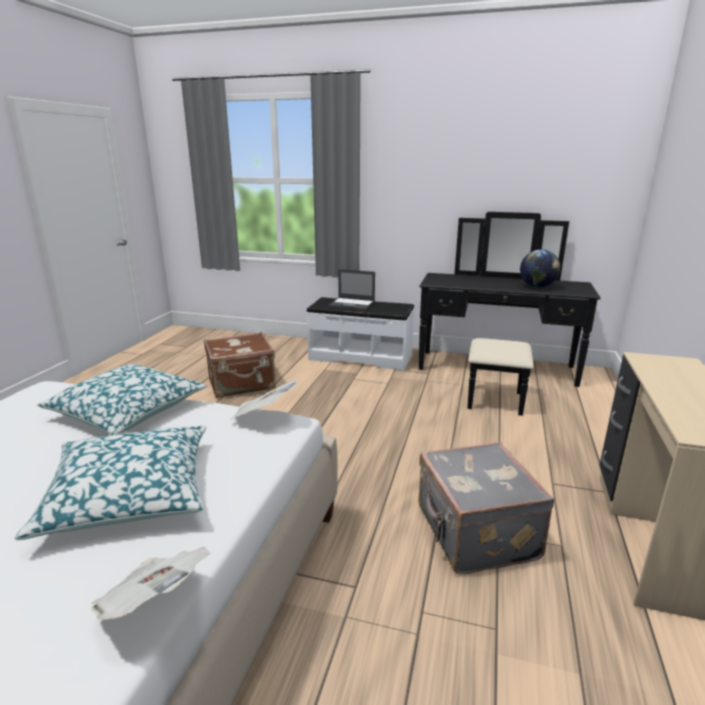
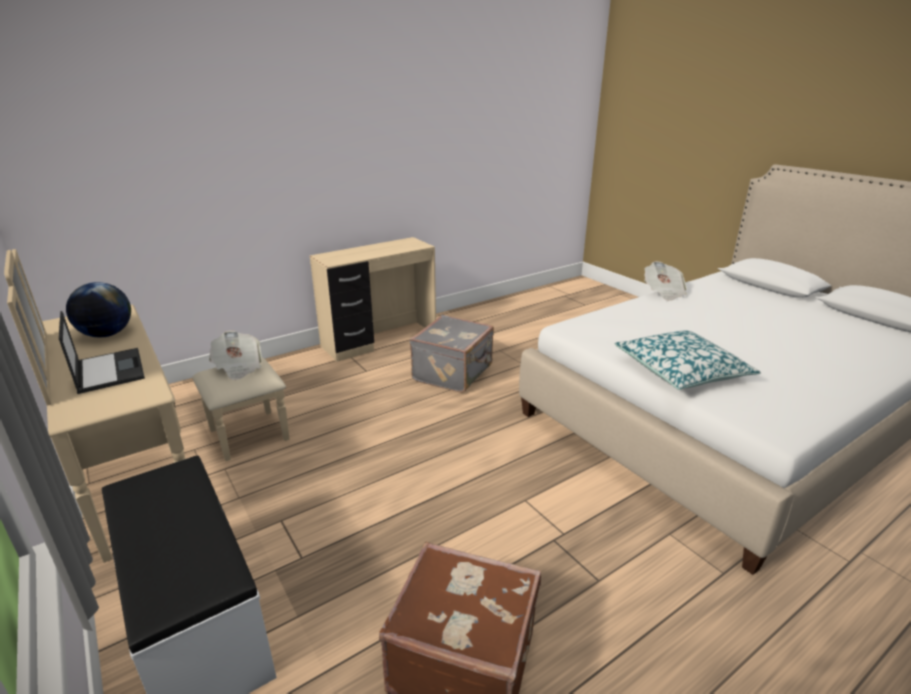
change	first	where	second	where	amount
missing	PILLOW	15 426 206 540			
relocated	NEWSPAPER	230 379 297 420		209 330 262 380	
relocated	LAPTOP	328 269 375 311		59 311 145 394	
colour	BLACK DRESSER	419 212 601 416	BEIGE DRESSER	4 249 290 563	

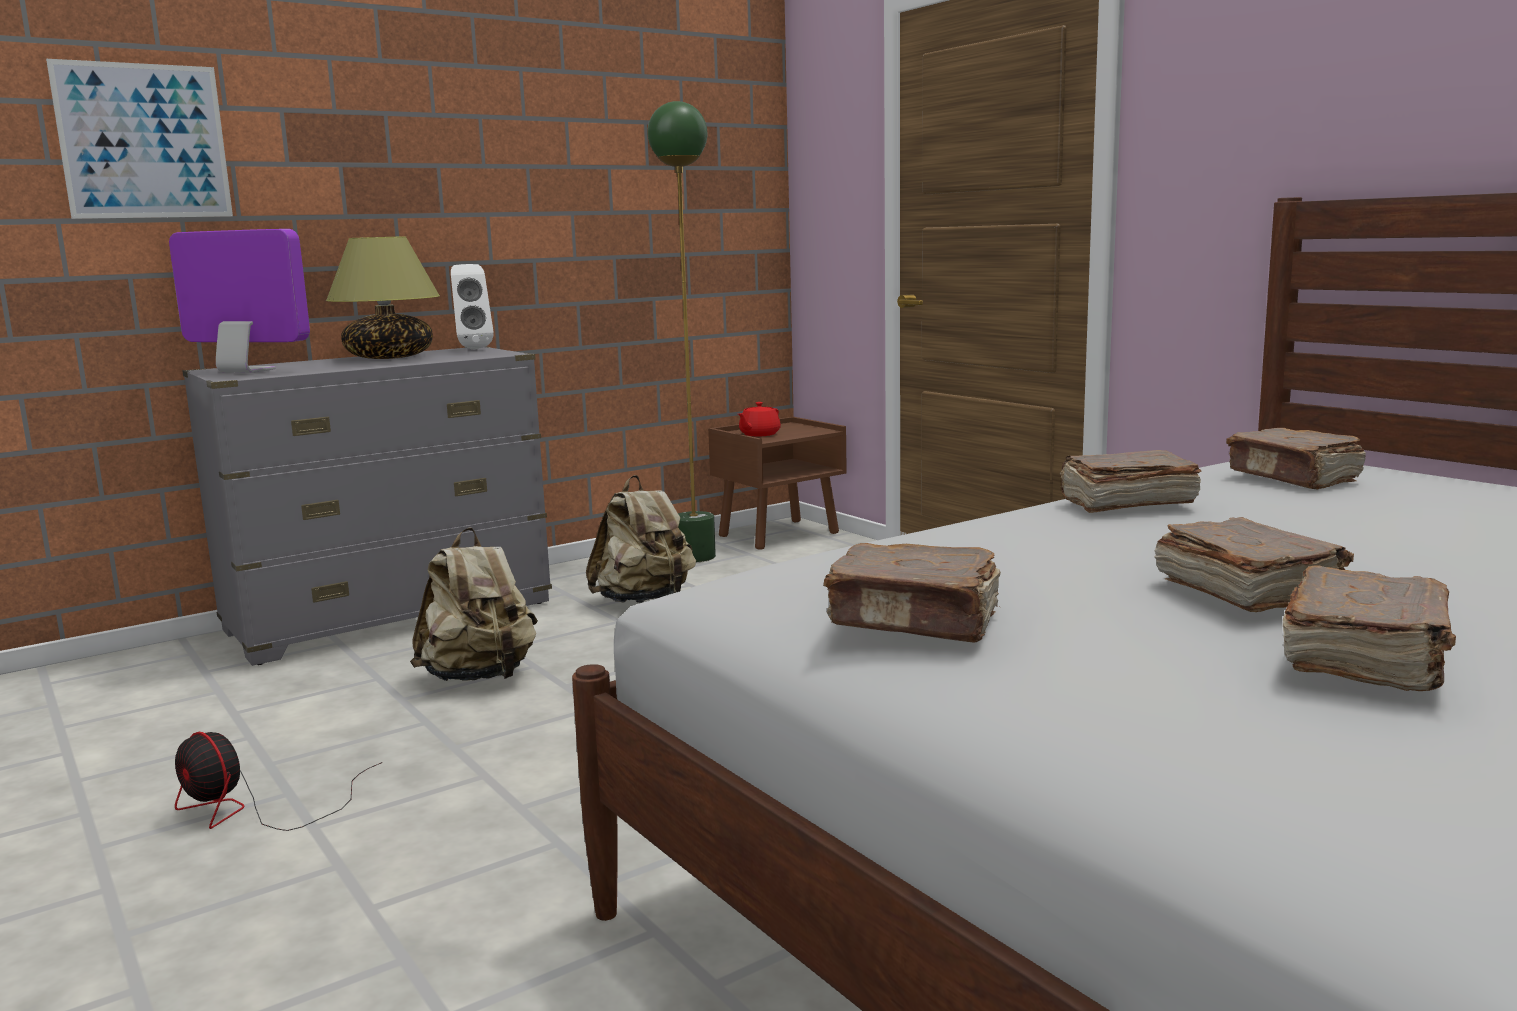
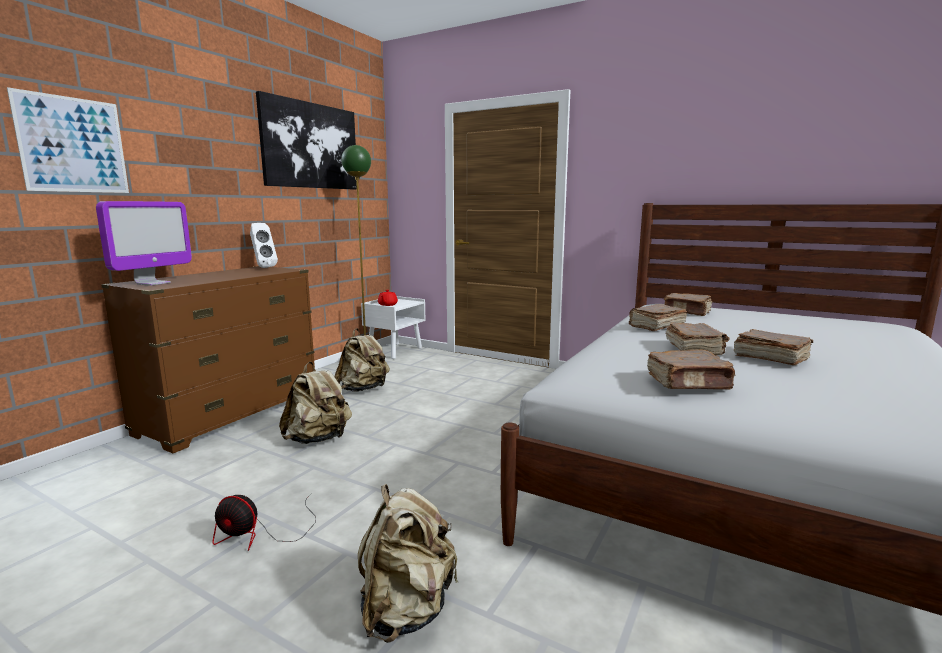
change	first	where	second	where	amount
spun	MONITOR	169 229 310 373		96 201 192 286	120 degrees clockwise
colour	GREY DRESSER	182 346 552 666	BROWN DRESSER	101 266 315 453	
missing	TABLE LAMP	326 236 440 359			
colour	BROWN NIGHTSTAND	708 417 847 550	WHITE NIGHTSTAND	361 296 425 359	
relocated	BROWN BOOK	1283 565 1456 691		666 322 729 355	
appeared			PICTURE	256 91 357 190	
appeared			BEIGE BACKPACK	358 484 458 643	

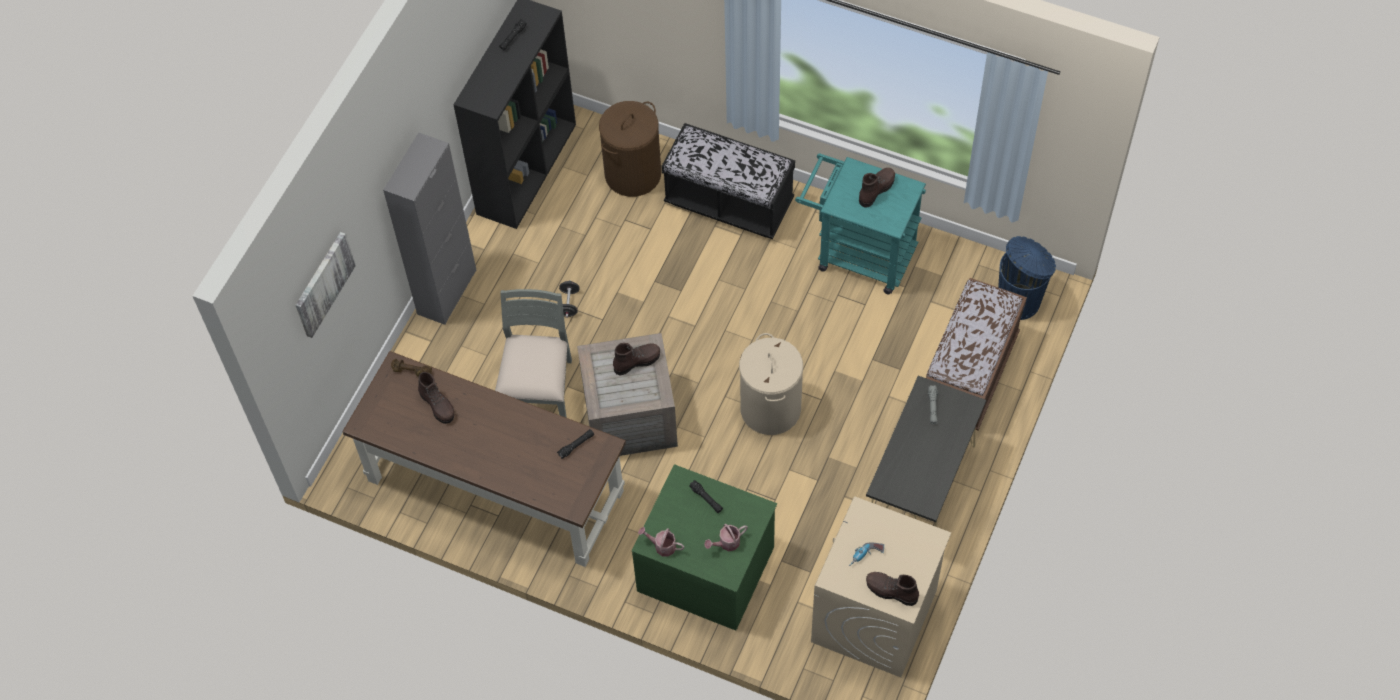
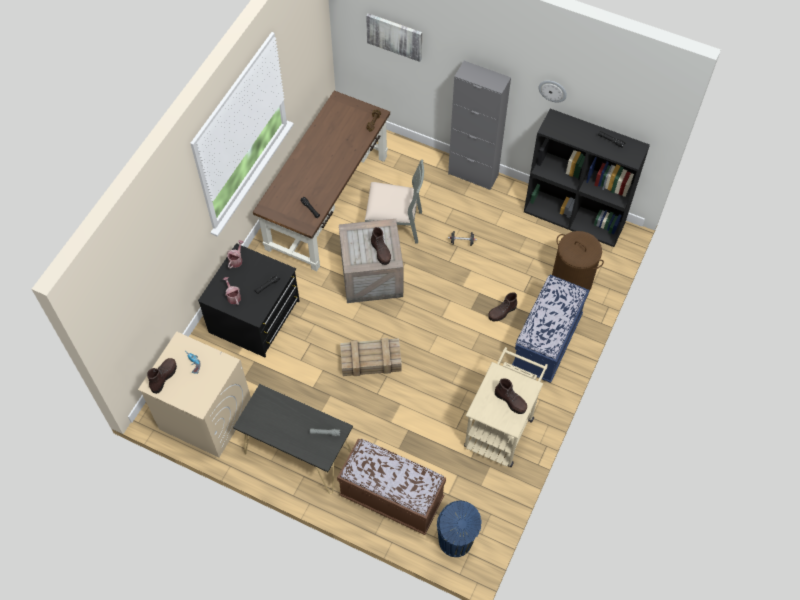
change	first	where	second	where	amount
relocated	BROWN BOOT	418 372 454 424		488 293 517 321	
colour	GREEN DRESSER	632 464 777 630	BLACK DRESSER	198 243 300 357	
colour	BLACK BENCH	661 123 795 239	BLUE BENCH	512 275 590 383	
exchanged	BEIGE LAUNDRY BASKET	739 333 803 435	CRATE	340 338 402 376	
colour	TURQUOISE CART	795 153 926 294	BEIGE CART	464 347 548 467	
appeared			WALL CLOCK	539 80 567 103	

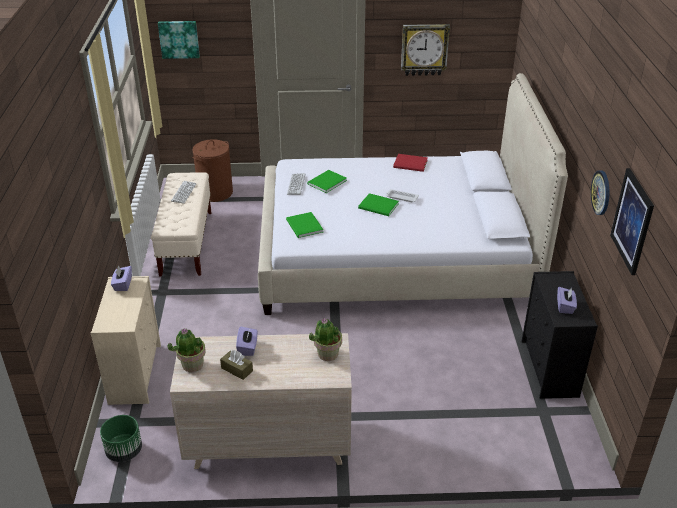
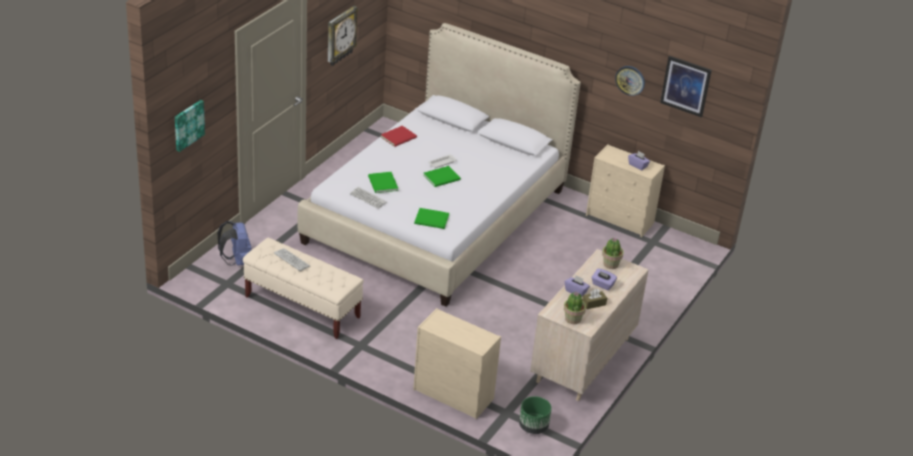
change	first	where	second	where	amount
relocated	PURPLE TISSUE BOX	111 265 132 291		591 269 617 290	
exchanged	BROWN LAUNDRY BASKET	192 139 233 202	BLUE BACKPACK	217 221 252 266	
colour	BLACK DRESSER	521 271 598 399	BEIGE DRESSER	586 144 665 237	

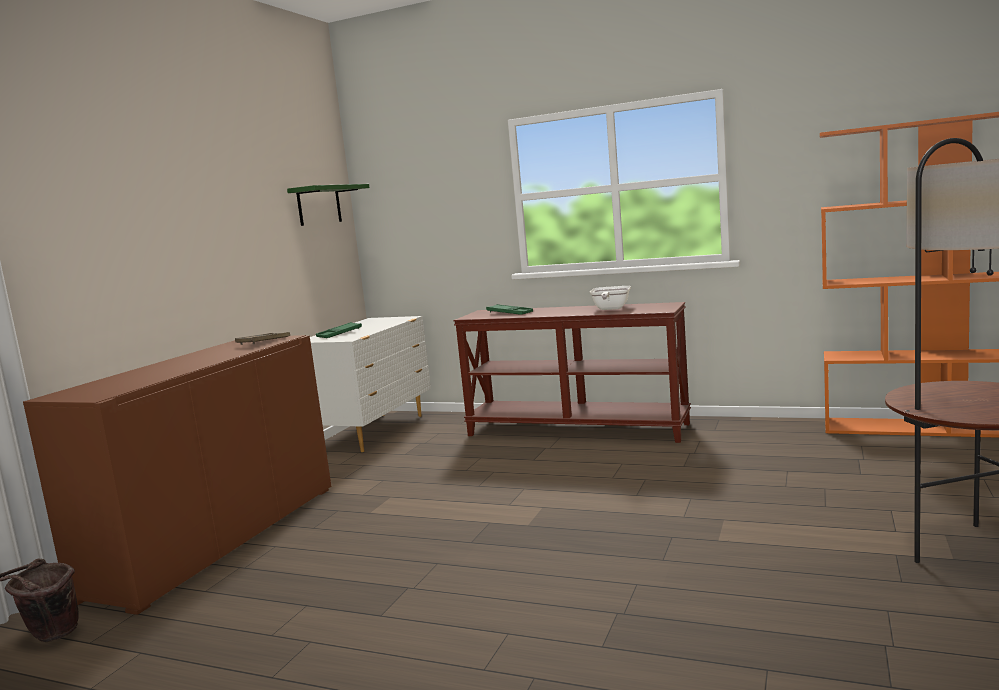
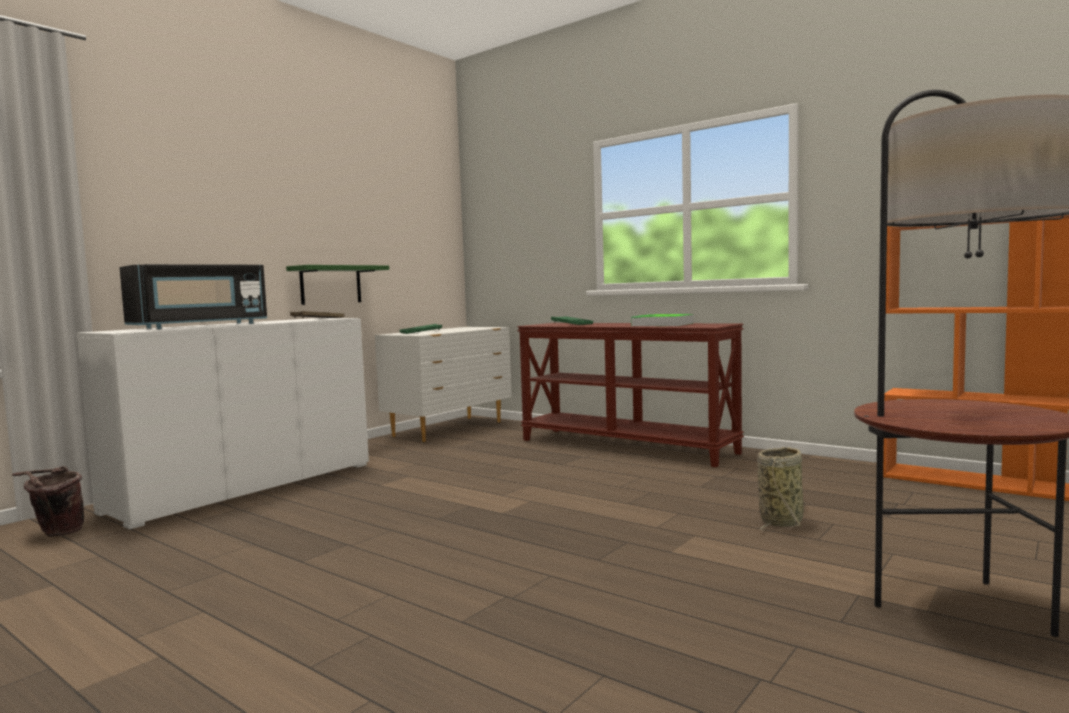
change	first	where	second	where	amount
colour	BROWN CABINET	23 335 331 615	WHITE CABINET	77 318 369 530	
relocated	GREEN SHELF	287 184 370 226		286 265 389 305	
exchanged	FRYING PAN	590 286 631 310	TRAY	631 314 694 326	
appeared			BLACK MICROWAVE	120 264 267 329	
appeared			BASKET	757 447 804 531	

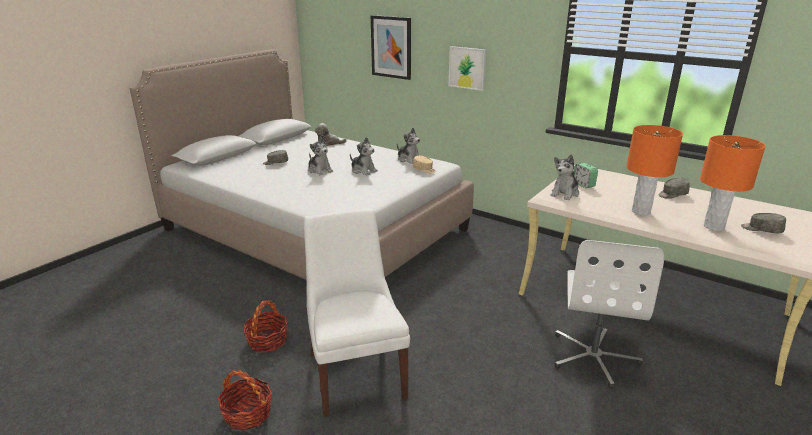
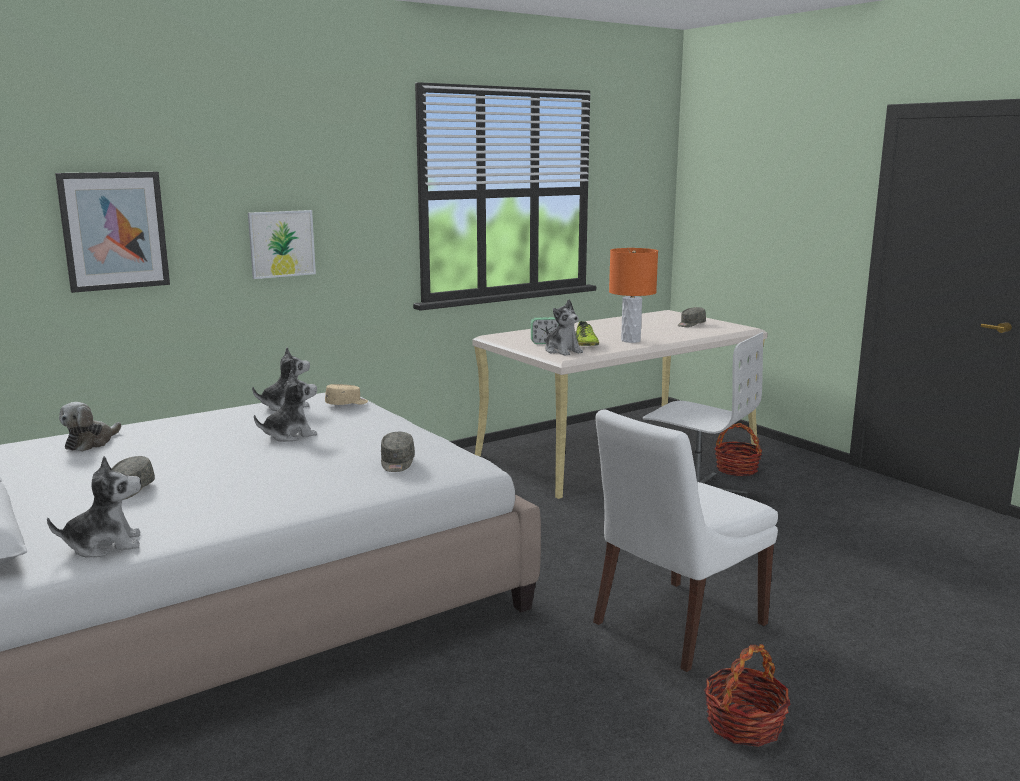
change	first	where	second	where	amount
relocated	BASKET	243 300 288 353		715 423 762 476	
spun	WHITE CHAIR	304 209 410 417		593 409 778 672	45 degrees counterclockwise
relocated	PLUSH TOY	308 137 333 175		47 456 141 557	
relocated	GREY CAP	658 178 689 199		381 432 415 472	
missing	ORANGE TABLE LAMP	700 135 766 231			
appeared			SHOE	576 321 599 346	

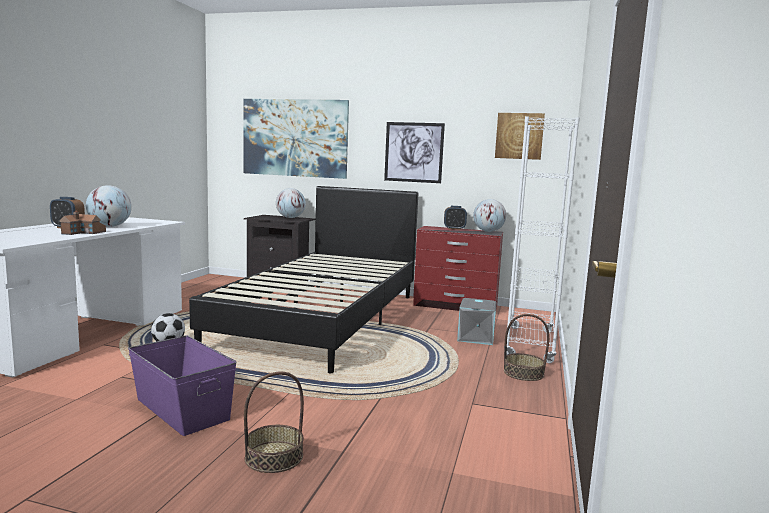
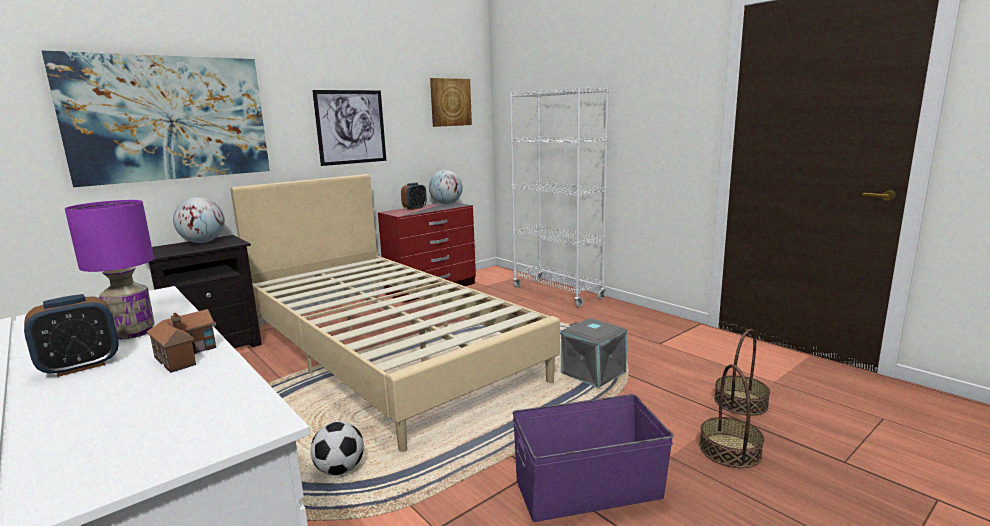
change	first	where	second	where	amount
exchanged	GLOBE	86 185 132 227	PURPLE TABLE LAMP	65 200 154 339	
colour	BLACK BED	189 186 418 374	BEIGE BED	230 174 560 452	
relocated	GREY STORAGE BOX	457 298 496 345		561 318 628 388	
relocated	BASKET	504 314 549 381		714 329 770 416	

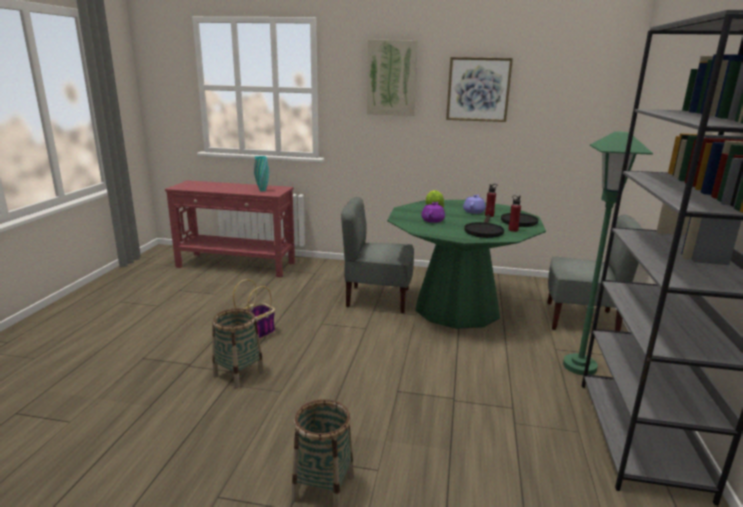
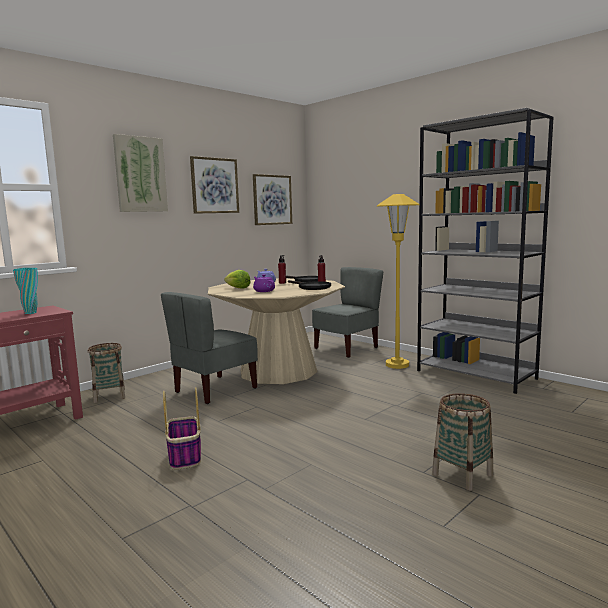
change	first	where	second	where	amount
relocated	BASKET	213 308 264 389		88 343 125 403	
colour	GREEN DINING TABLE	387 200 546 329	BEIGE DINING TABLE	208 278 345 384	
colour	GREEN FLOOR LAMP	563 131 653 375	YELLOW FLOOR LAMP	377 194 419 369	
appeared			PICTURE	253 174 292 225	

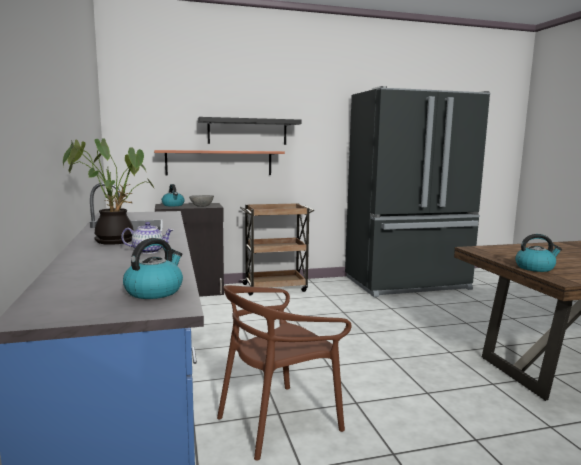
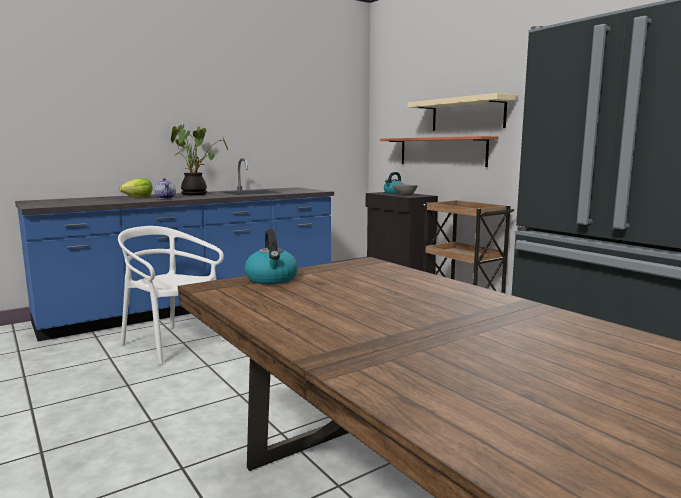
change	first	where	second	where	amount
missing	KETTLE	123 238 183 299			
colour	BLACK SHELF	198 117 301 145	BEIGE SHELF	408 93 517 131	
colour	BROWN CHAIR	217 285 352 461	WHITE CHAIR	118 226 225 365	
appeared			LETTUCE	119 178 153 197	

